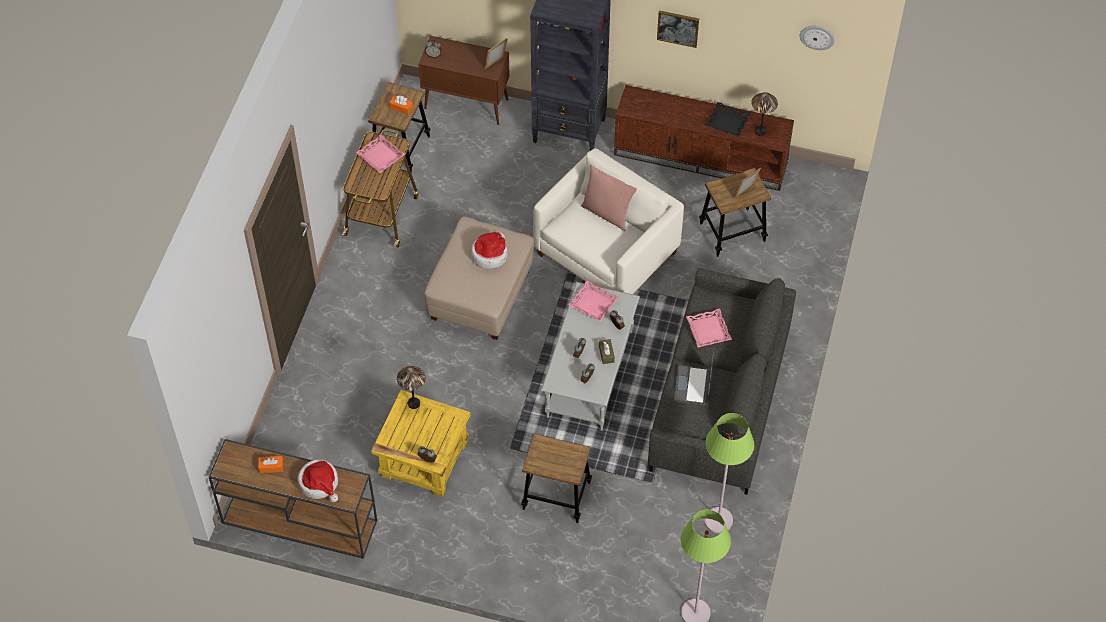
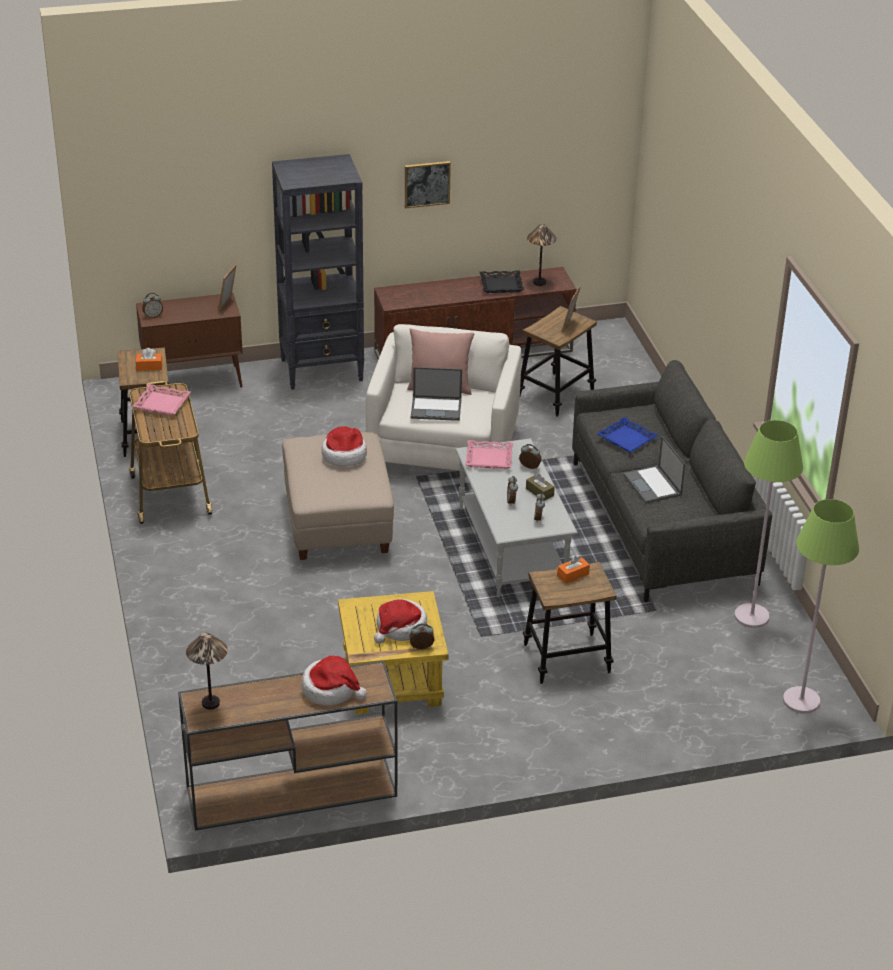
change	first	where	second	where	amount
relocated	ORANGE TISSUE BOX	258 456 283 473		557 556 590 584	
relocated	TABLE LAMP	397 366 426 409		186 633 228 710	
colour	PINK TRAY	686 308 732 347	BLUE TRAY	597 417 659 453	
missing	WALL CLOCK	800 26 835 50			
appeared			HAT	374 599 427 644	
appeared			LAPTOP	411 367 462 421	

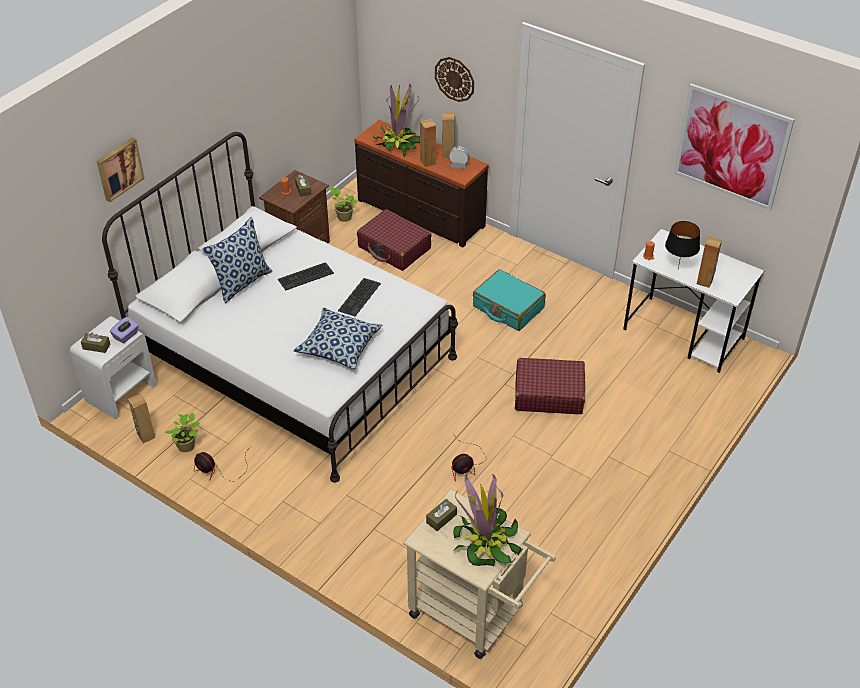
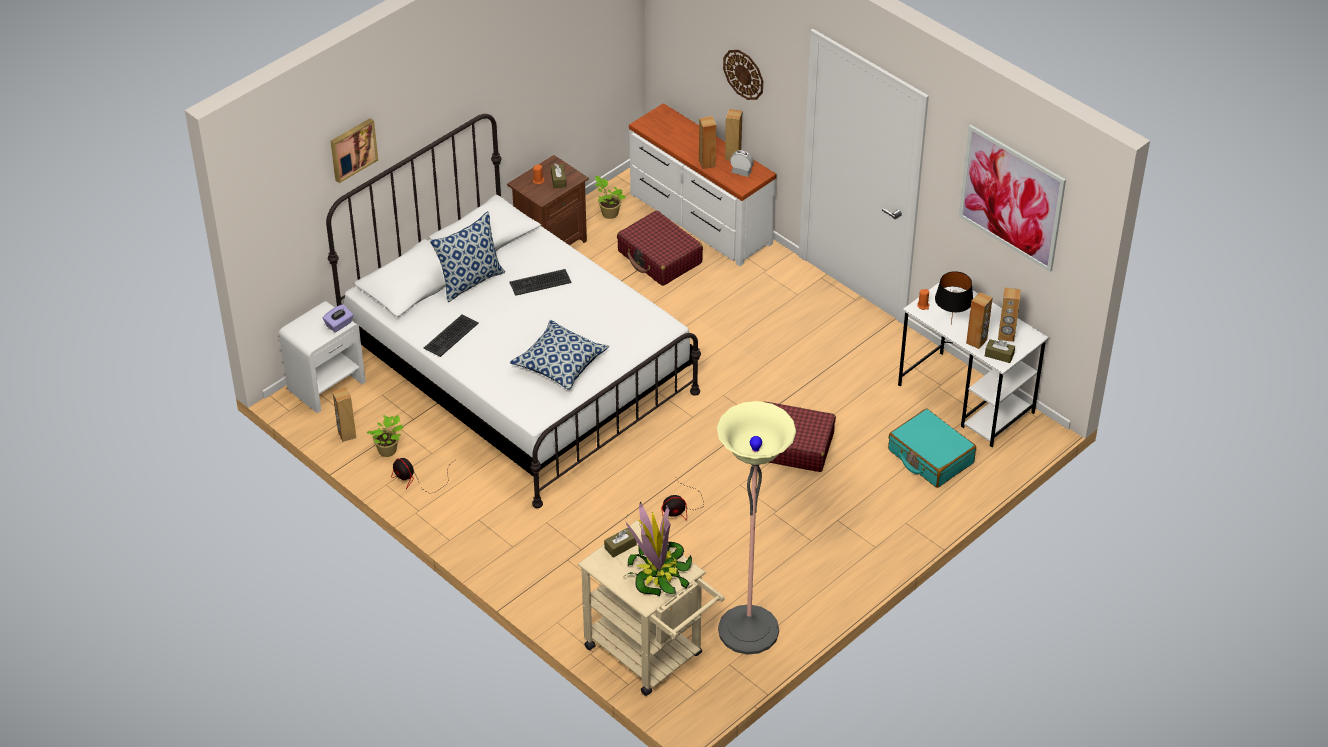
change	first	where	second	where	amount
relocated	BROWN TISSUE BOX	81 333 110 353		985 339 1015 363	
relocated	KEYBOARD	338 278 381 316		424 315 479 357	
colour	BROWN DRESSER	354 120 489 247	WHITE DRESSER	629 103 777 266	
missing	POTTED PLANT	373 84 420 157			
relocated	TURQUOISE SUITCASE	473 269 546 331		888 409 976 488	
appeared			FLOOR LAMP	717 401 796 655	
appeared			BROWN SPEAKER	998 287 1021 342	

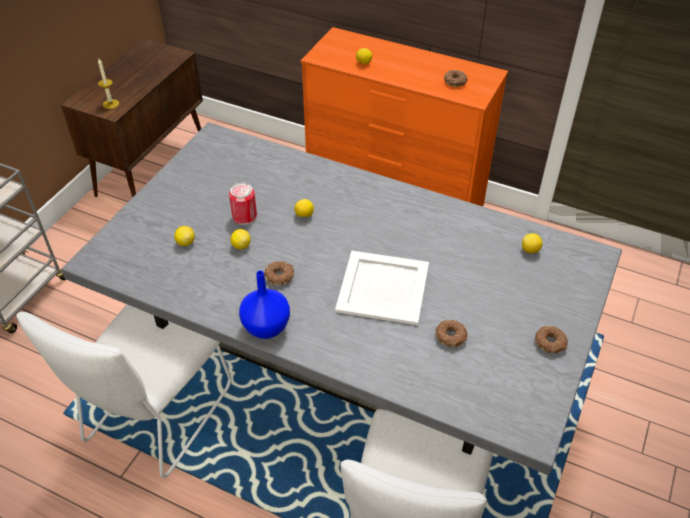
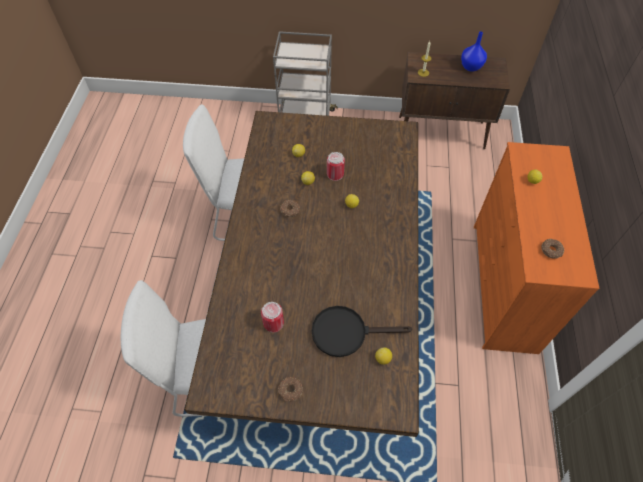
change	first	where	second	where	amount
colour	GREY DINING TABLE	61 122 622 475	BROWN DINING TABLE	185 111 419 437	
relocated	BLUE VASE	239 270 290 339		461 31 487 72	
missing	WHITE TRAY	335 251 429 325			
exchanged	DONUT	436 320 467 347	CAN	261 302 284 332	
appeared			BLACK FRYING PAN	312 306 412 357	

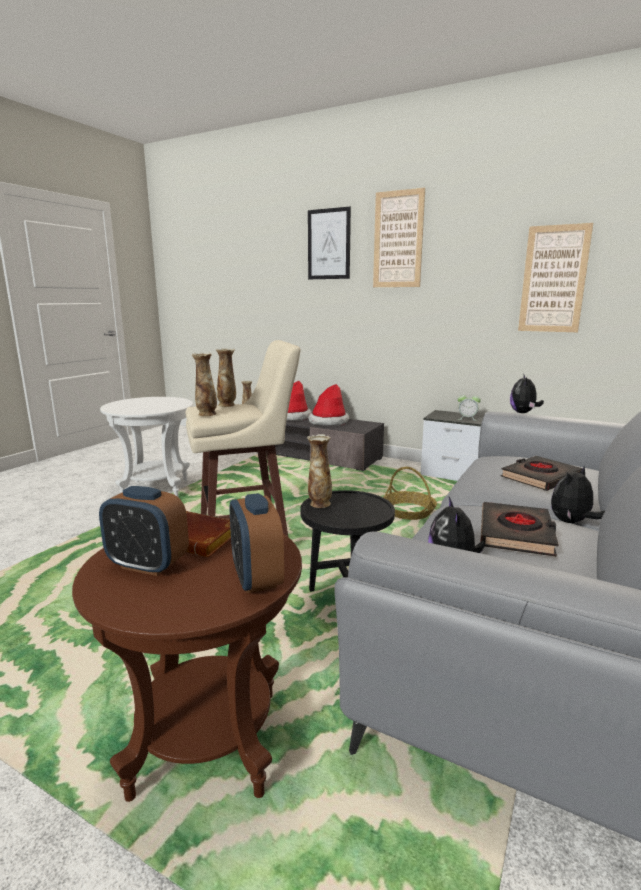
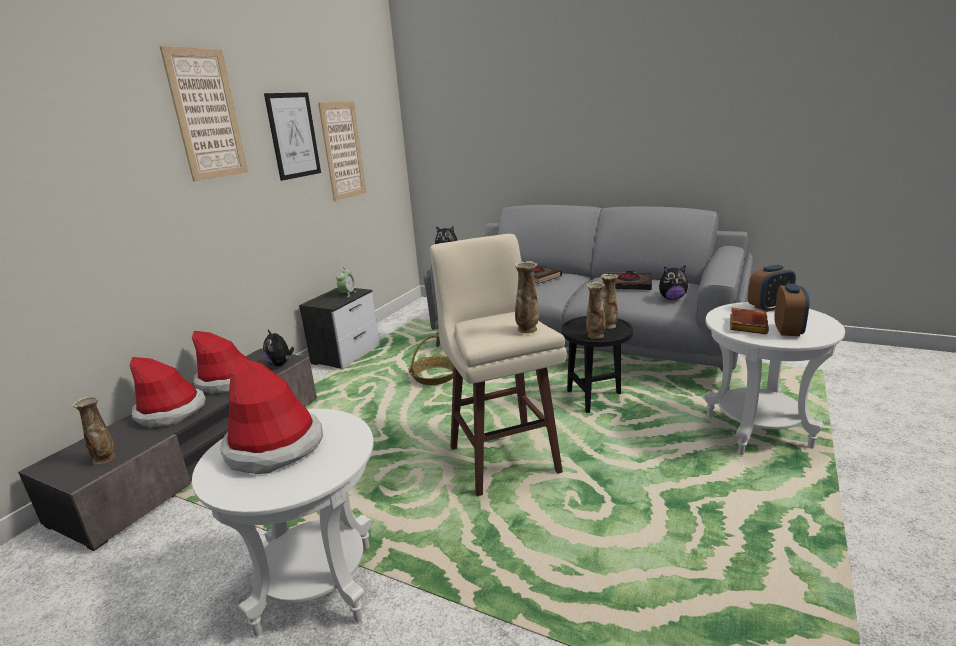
change	first	where	second	where	amount
colour	BROWN SIDE TABLE	72 518 302 802	WHITE SIDE TABLE	704 302 845 455	
relocated	VASE	216 348 236 407		601 274 618 329	
relocated	PICTURE	308 207 351 279		264 92 321 181	
relocated	PLUSH TOY	551 467 605 523		263 330 294 366	
appeared			HAT	220 357 323 474	

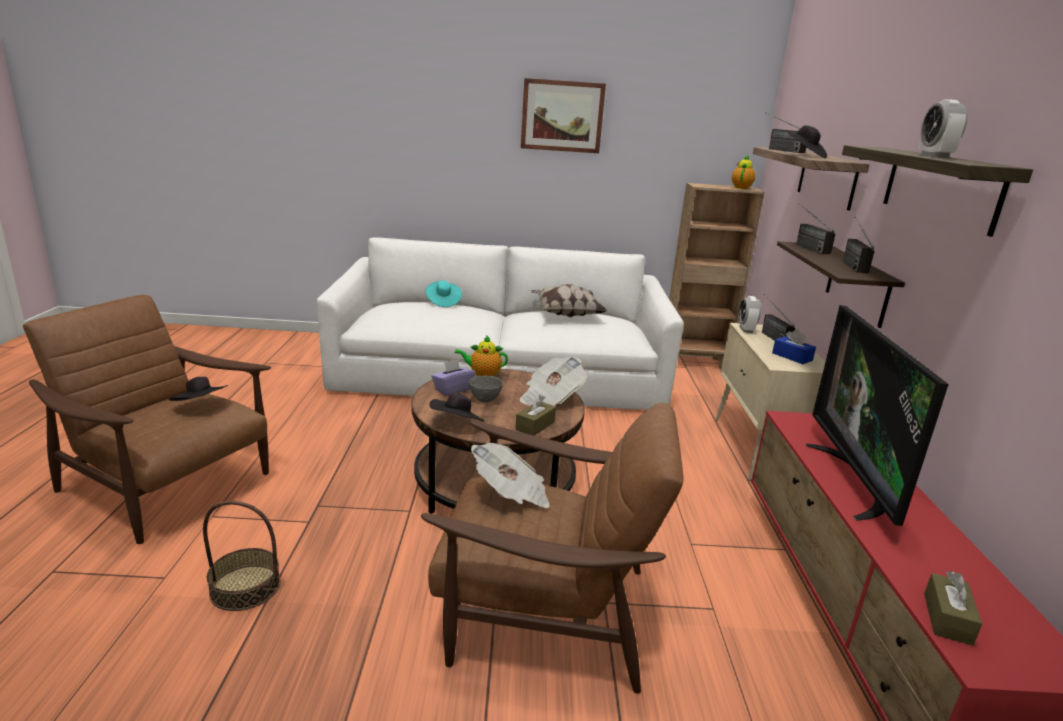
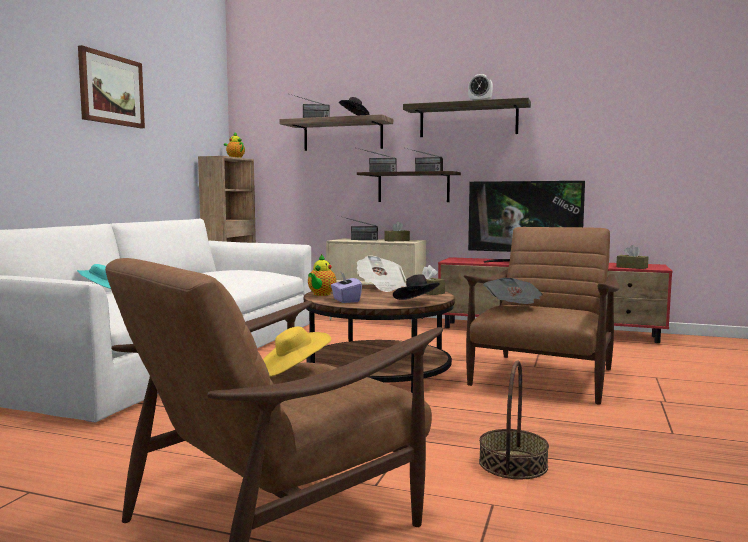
change	first	where	second	where	amount
colour	BLACK HAT	169 377 228 401	YELLOW HAT	263 327 331 376	
missing	GREY BOWL	469 375 503 403			
missing	PILLOW	531 284 607 318			
missing	ALARM CLOCK	739 296 761 333			
colour	BLUE TISSUE BOX	772 329 816 364	BROWN TISSUE BOX	384 221 410 241	

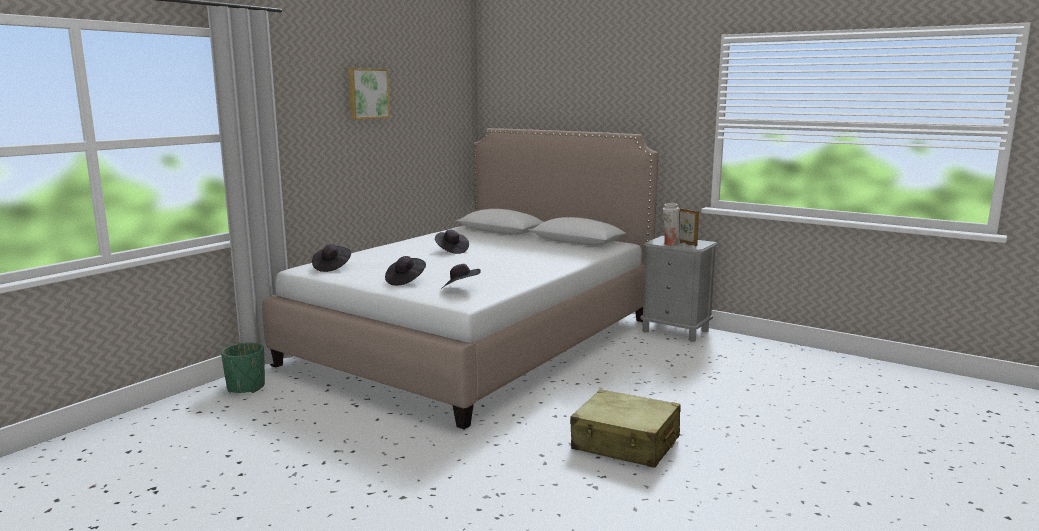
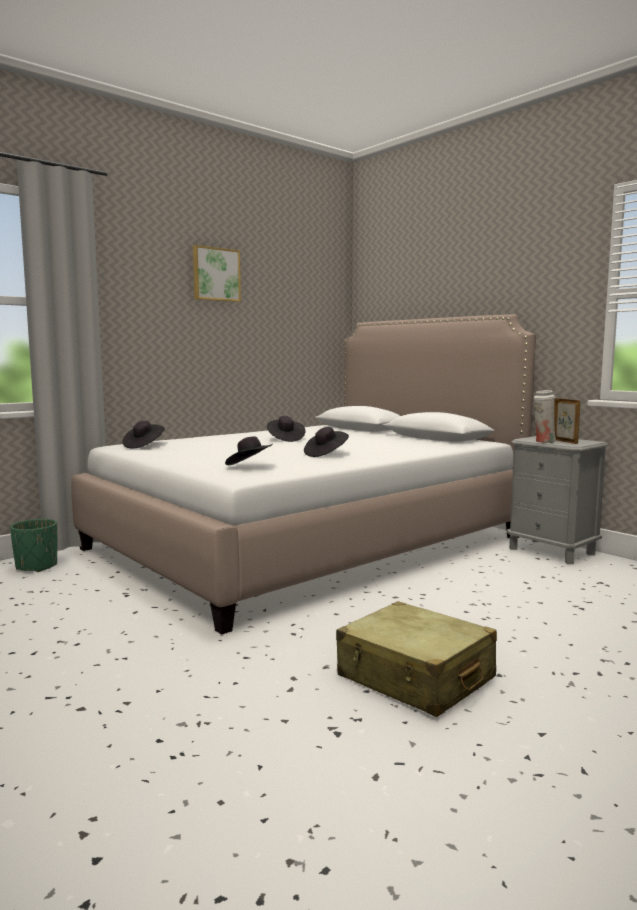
change	first	where	second	where	amount
relocated	BLACK HAT	385 256 426 286		304 427 349 457	

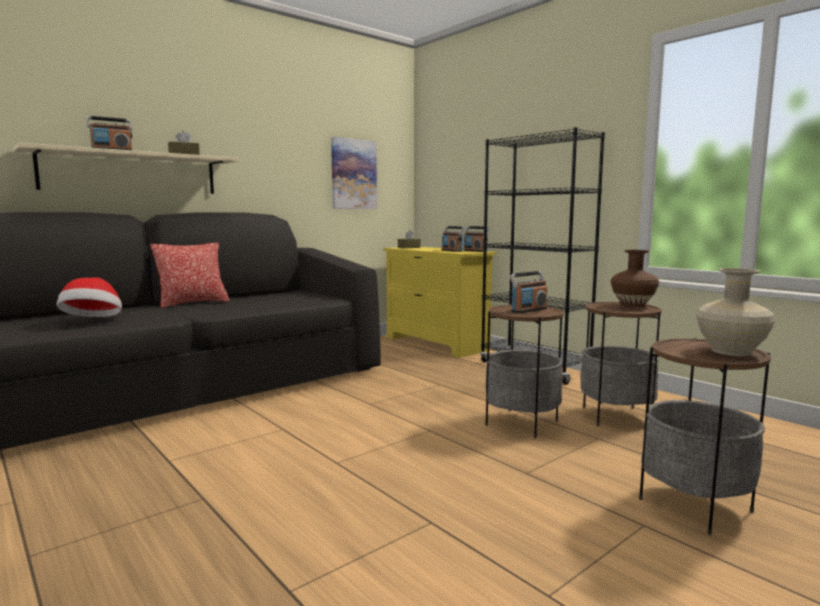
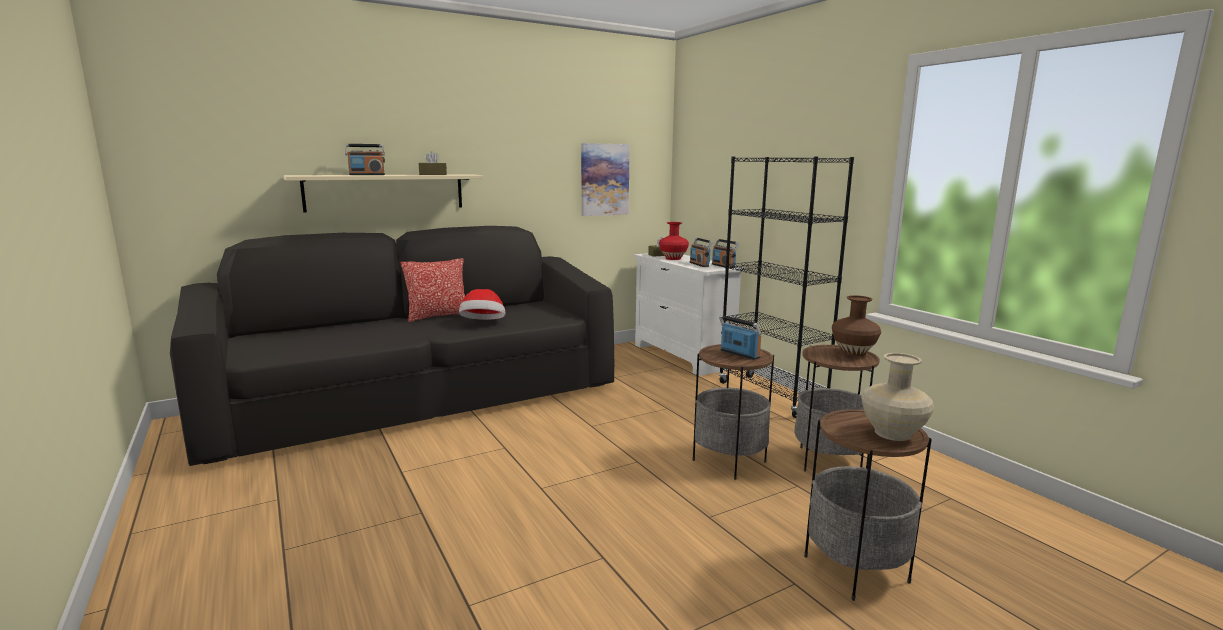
change	first	where	second	where	amount
relocated	HAT	57 278 122 317		459 289 506 320	
colour	YELLOW DRESSER	383 247 496 358	WHITE DRESSER	634 253 745 376	
spun	RADIO	510 271 547 313		719 315 762 360	105 degrees counterclockwise
appeared			RED VASE	659 222 689 260	

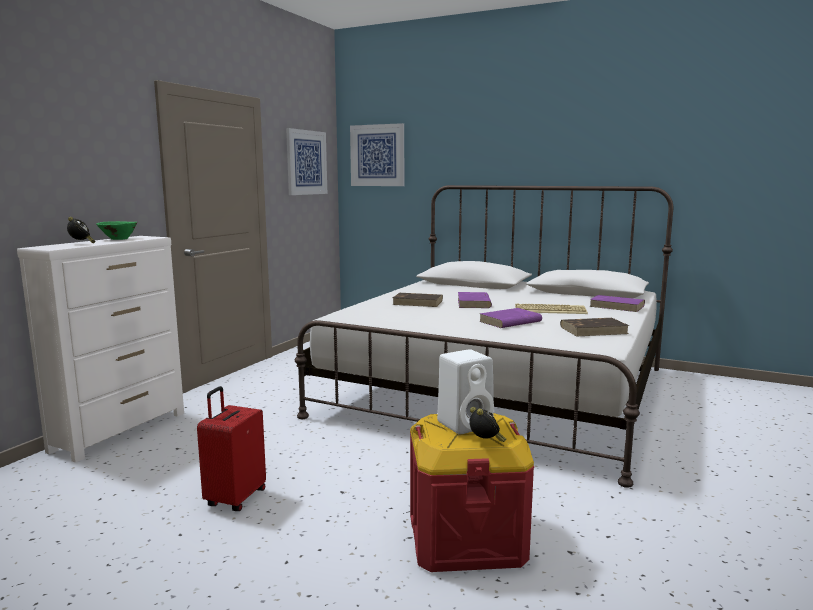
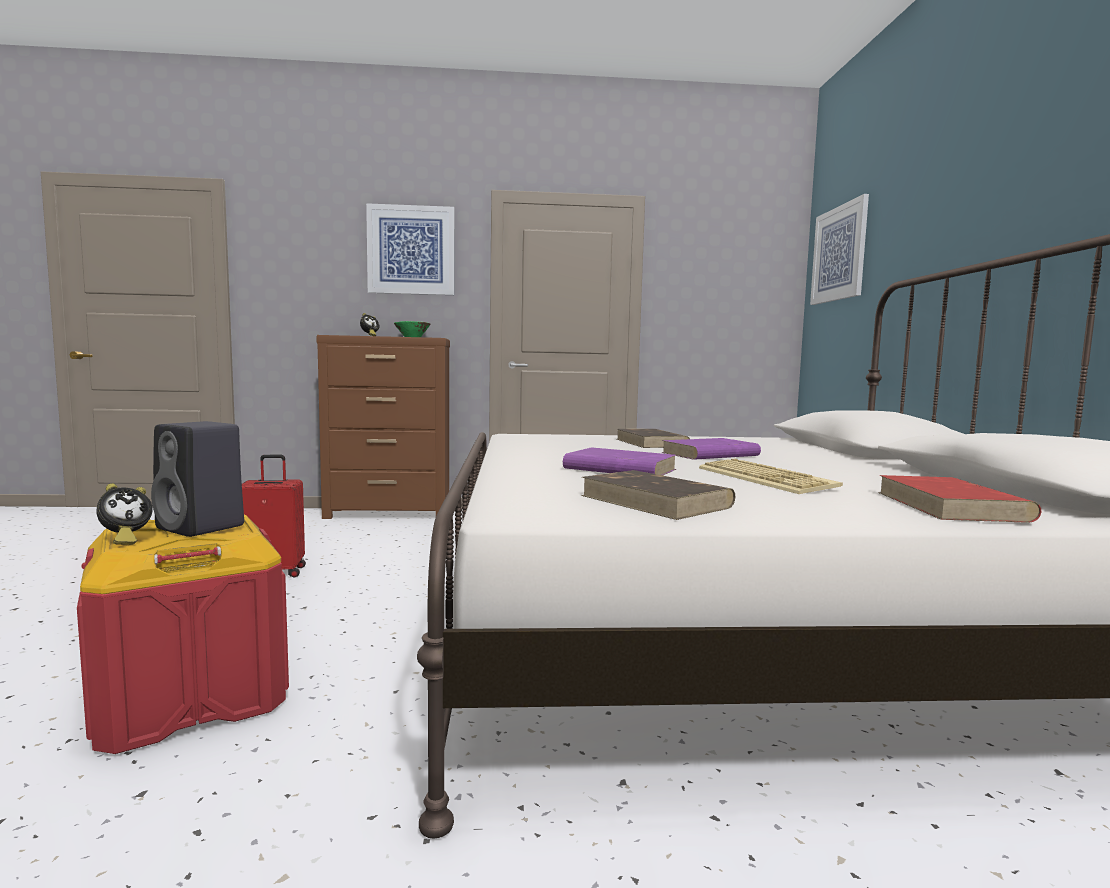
change	first	where	second	where	amount
colour	WHITE DRESSER	17 236 184 462	BROWN DRESSER	316 335 450 519	
relocated	PICTURE	286 128 327 195		366 203 455 295	
colour	WHITE SPEAKER	437 349 494 434	BLACK SPEAKER	151 421 244 537	
colour	PURPLE BOOK	589 295 645 312	RED BOOK	878 475 1041 523	

